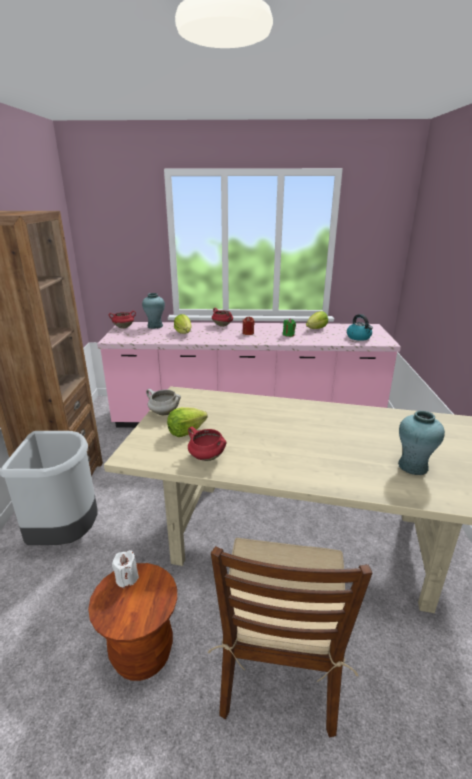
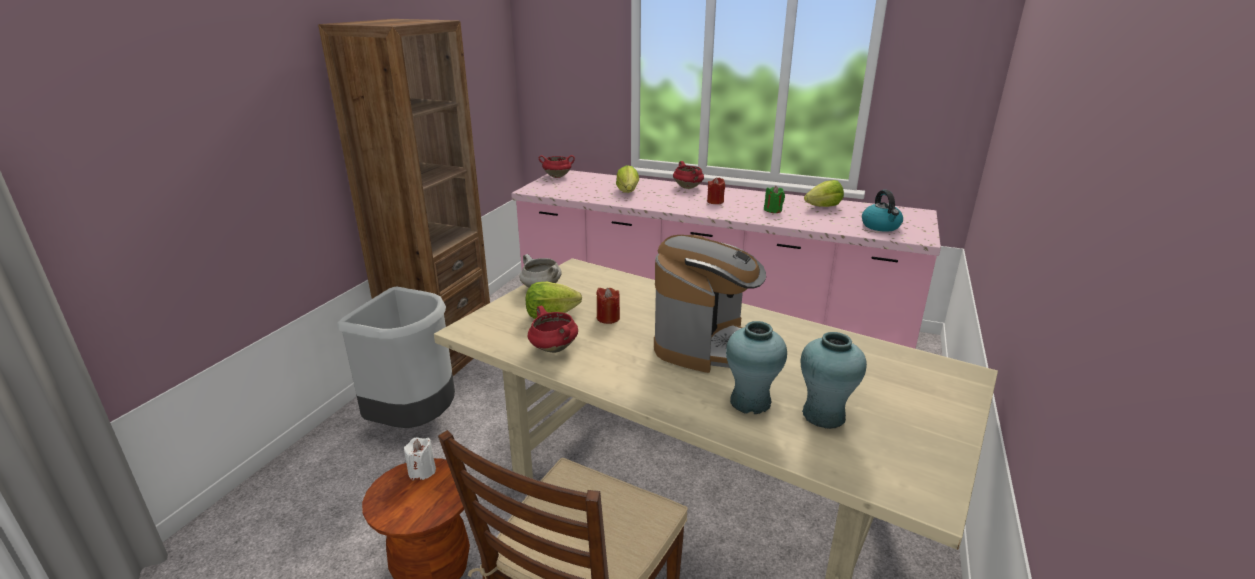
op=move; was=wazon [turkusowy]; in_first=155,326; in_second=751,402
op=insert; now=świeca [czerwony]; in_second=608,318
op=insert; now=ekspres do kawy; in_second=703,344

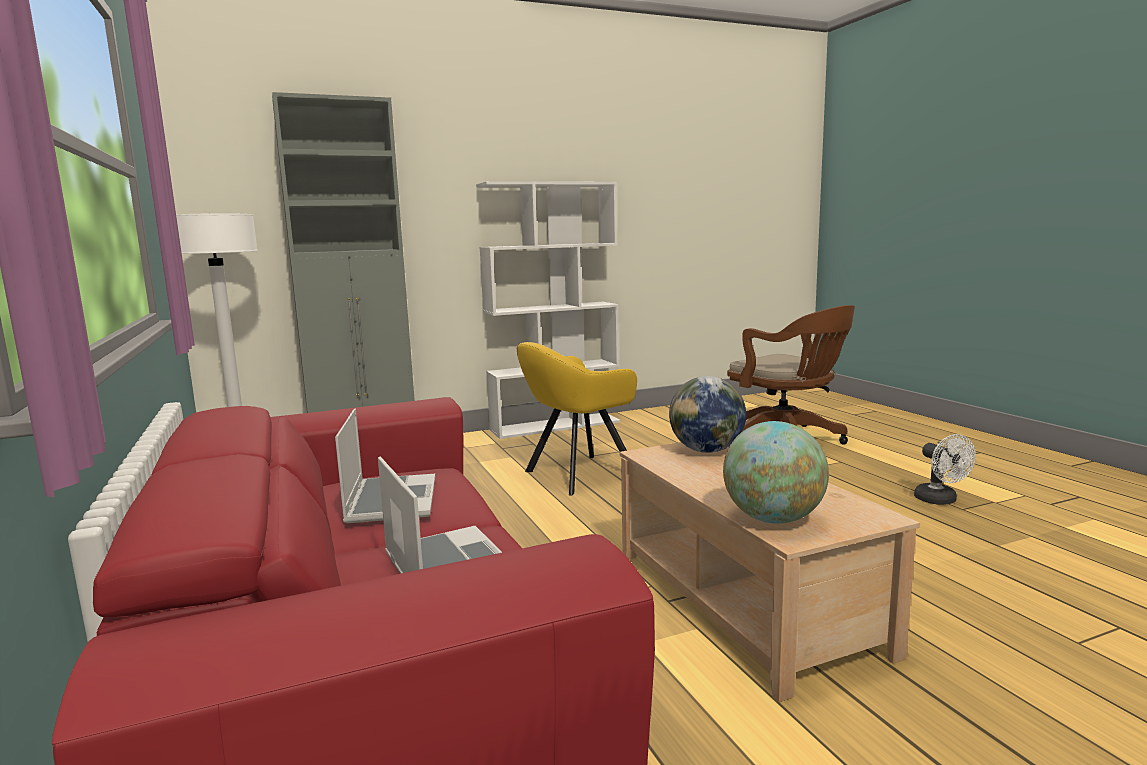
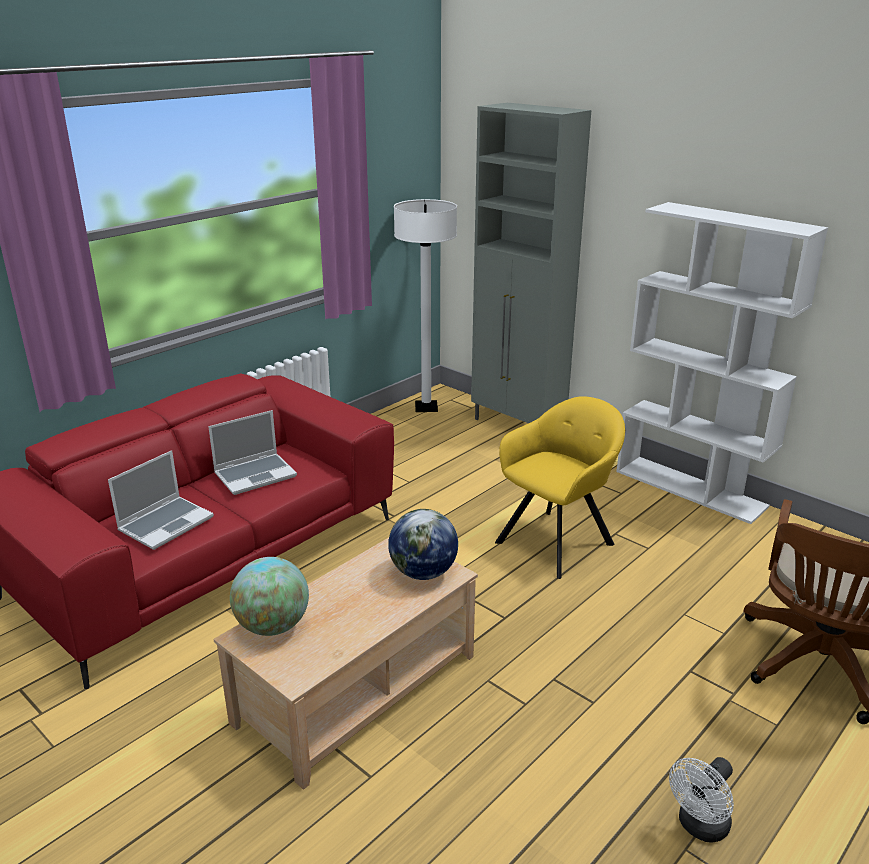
op=rotate; was=fotel [żółty]; in_first=576,475; in_second=558,540; clockwise=105

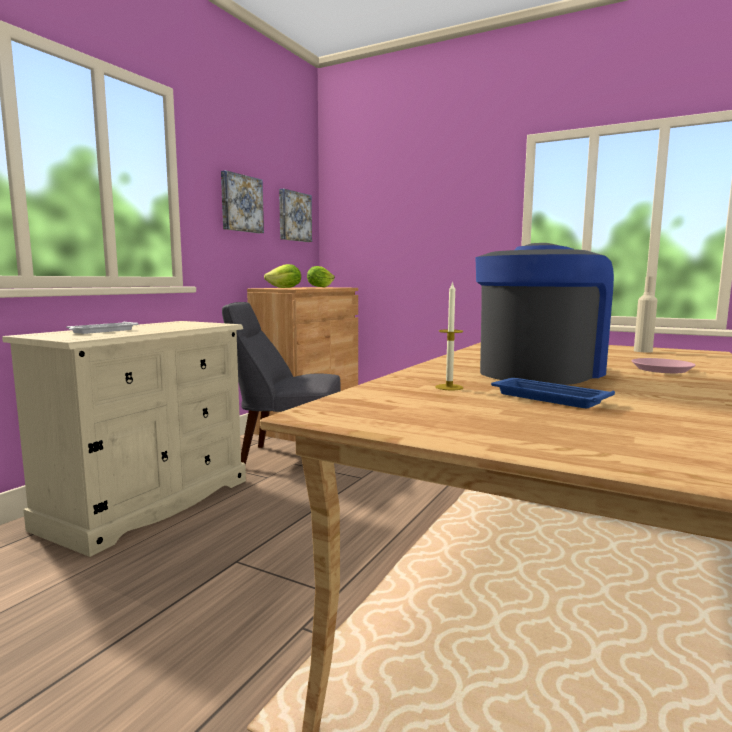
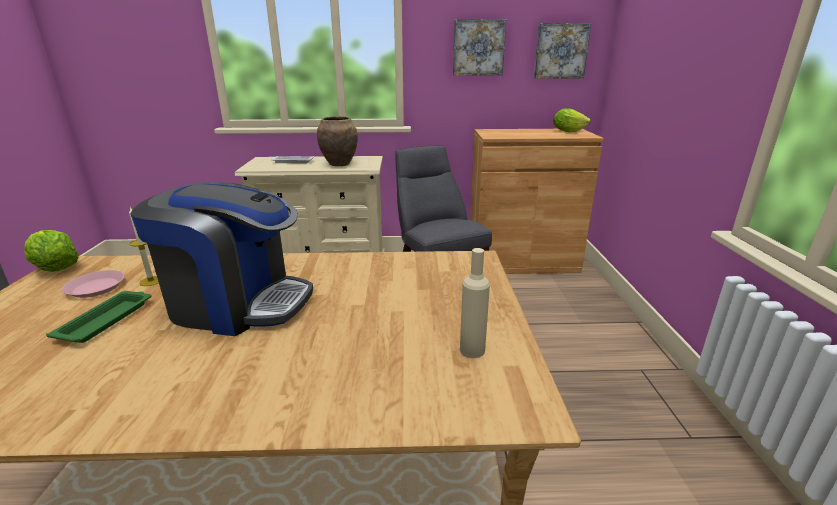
op=move; was=sałata; in_first=285,288; in_second=55,269
op=recolor; was=taca [niebieski]; now=taca [zielony]; in_first=546,398; in_second=107,320
op=move; was=talerz [różowy]; in_first=662,369; in_second=96,288
op=insert; now=wazon [brązowy]; in_second=340,164

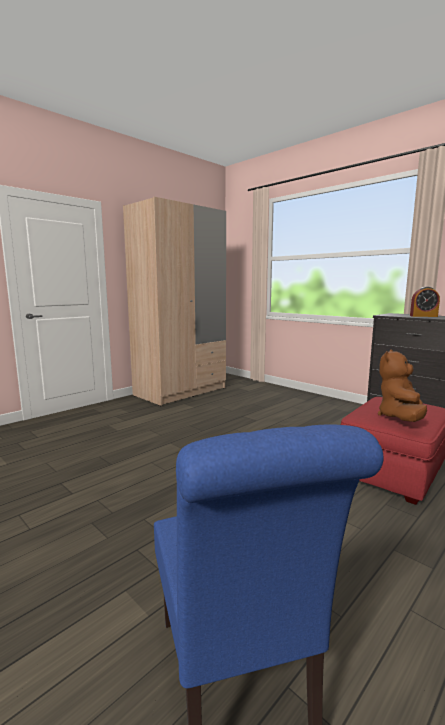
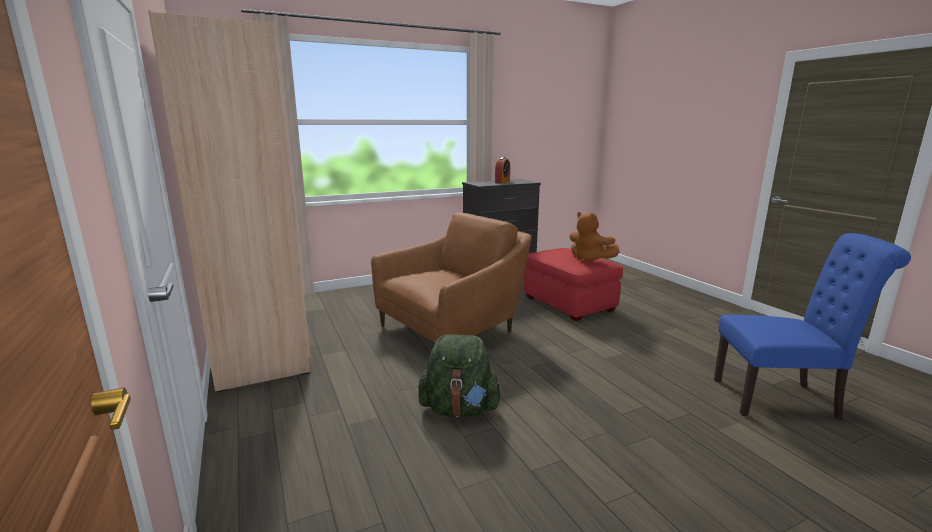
op=insert; now=fotel [brązowy]; in_second=454,330
op=insert; now=plecak [zielony]; in_second=459,409

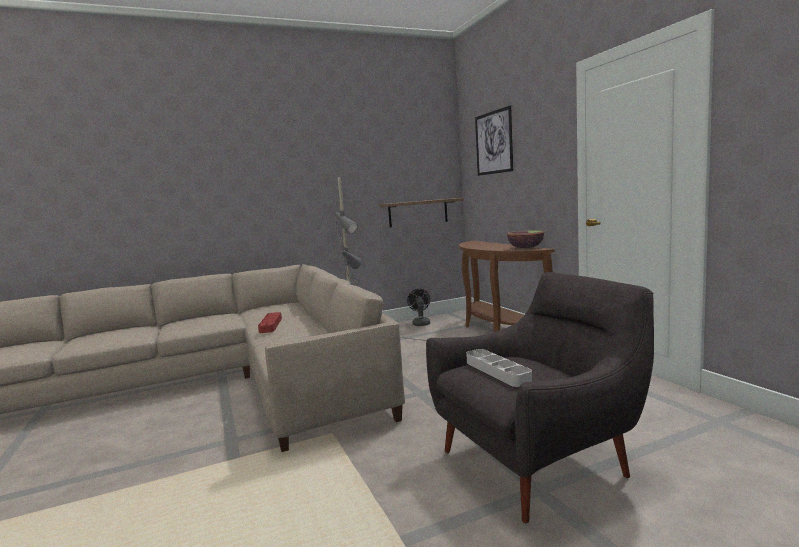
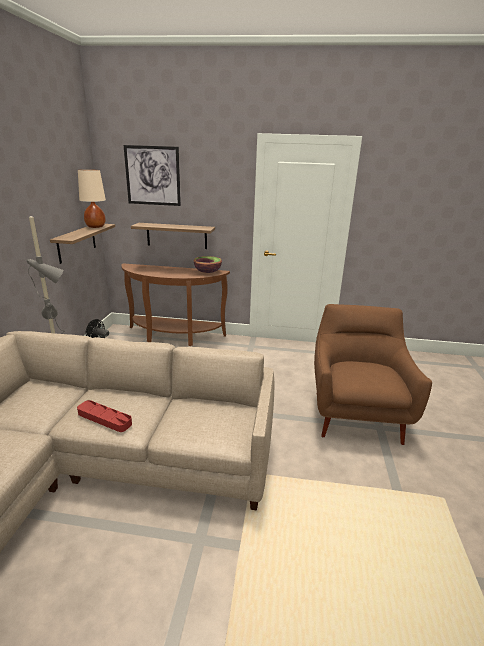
op=recolor; was=fotel [szary]; now=fotel [brązowy]; in_first=538,461; in_second=355,413
op=delete; was=taca [szary]; in_first=497,371
op=insert; now=lampa stołowa [beżowy]; in_second=95,227
op=insert; now=półka; in_second=176,236

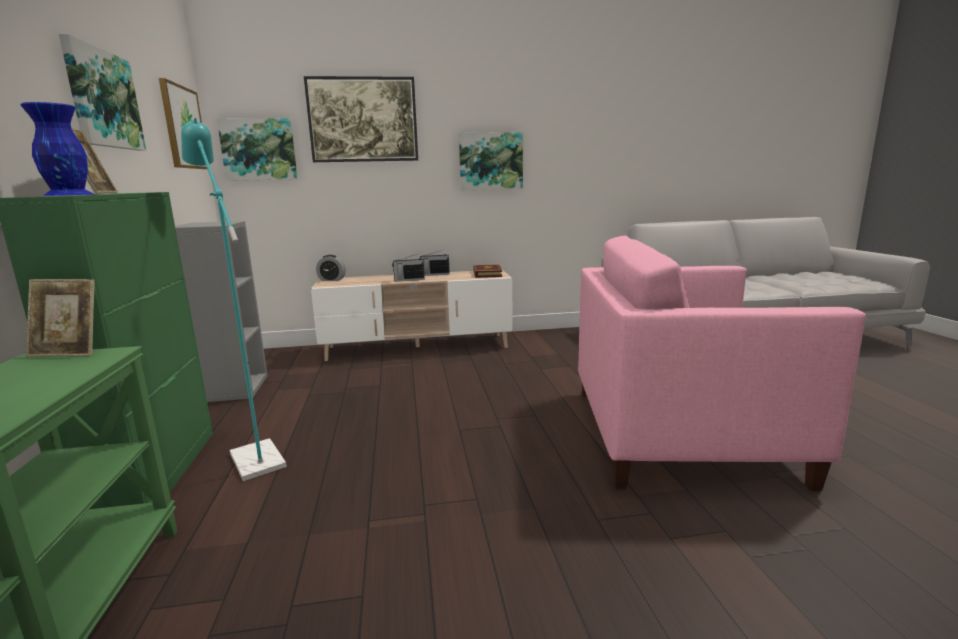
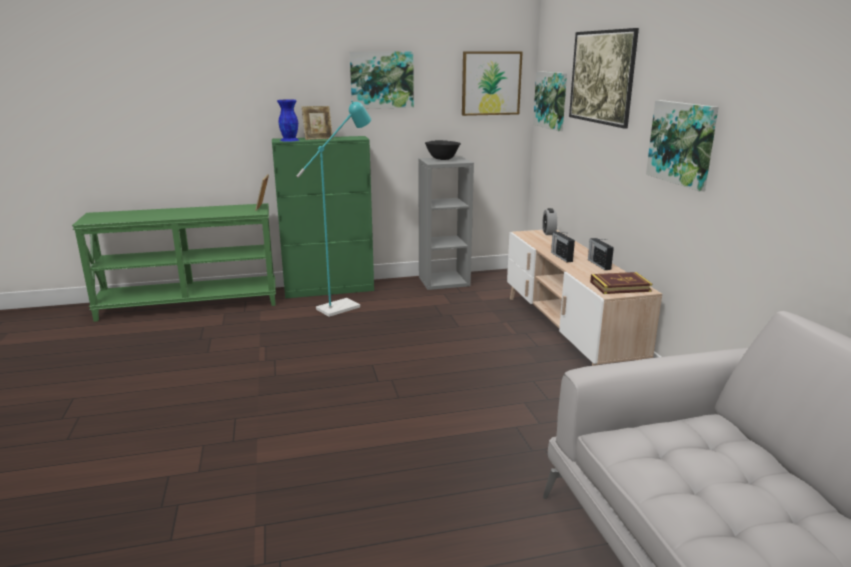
op=delete; was=fotel [różowy]; in_first=680,433
op=insert; now=miska [czarny]; in_second=442,159

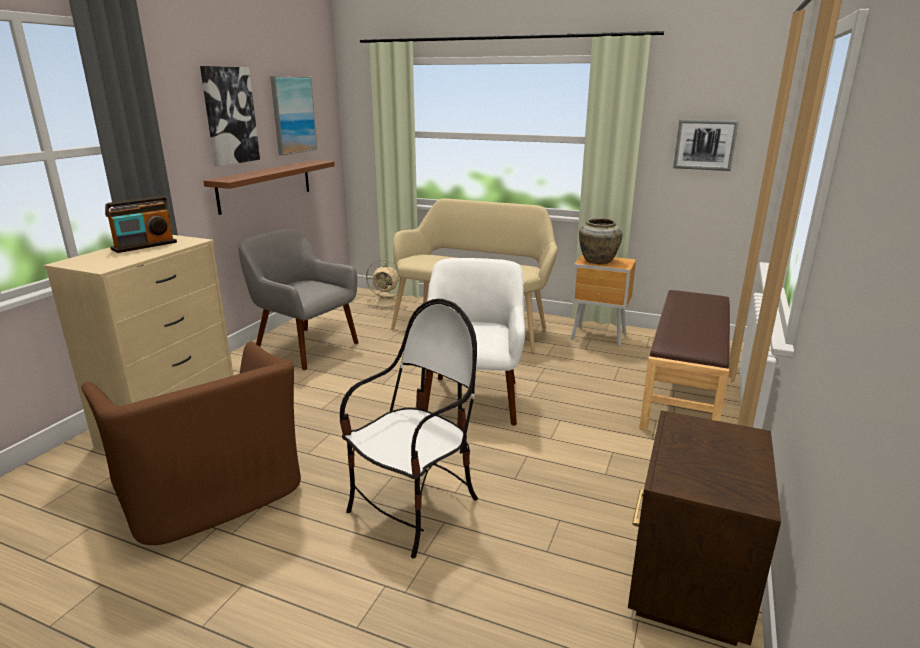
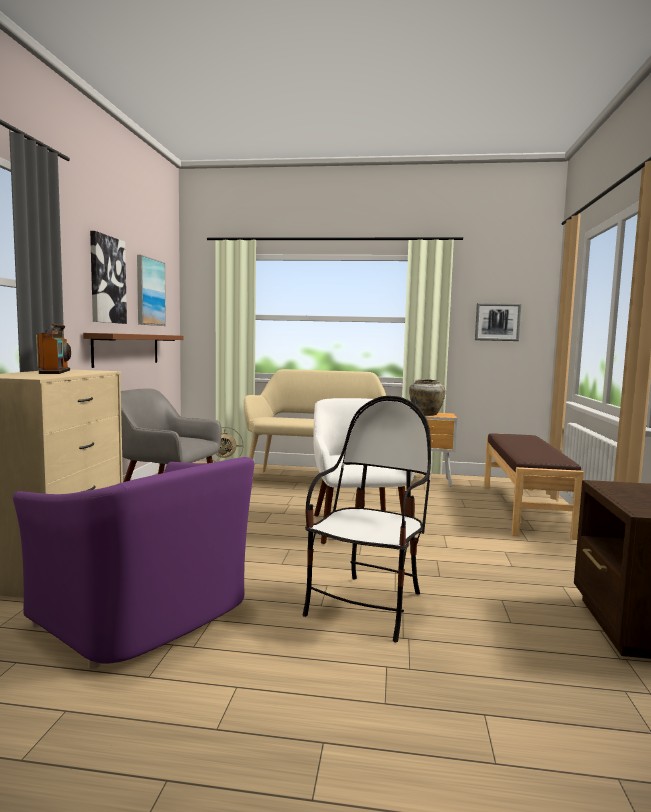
op=recolor; was=fotel [brązowy]; now=fotel [fioletowy]; in_first=212,492; in_second=147,616
op=rotate; was=radio; in_first=144,246; in_second=55,372; clockwise=-45

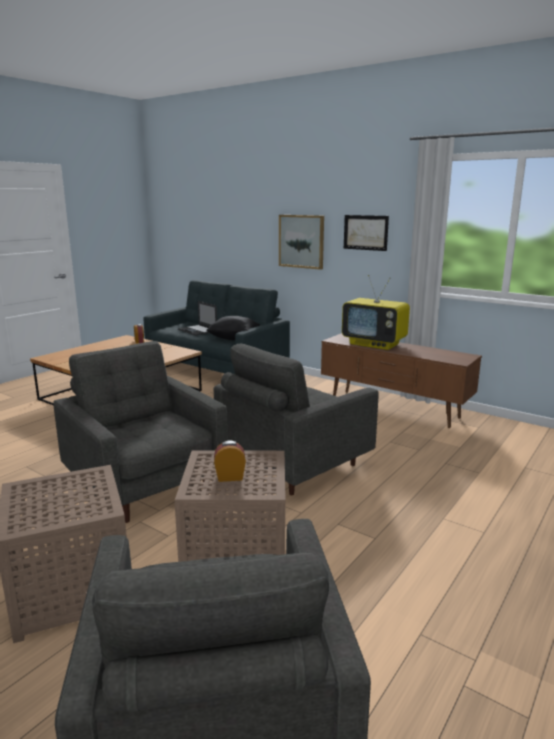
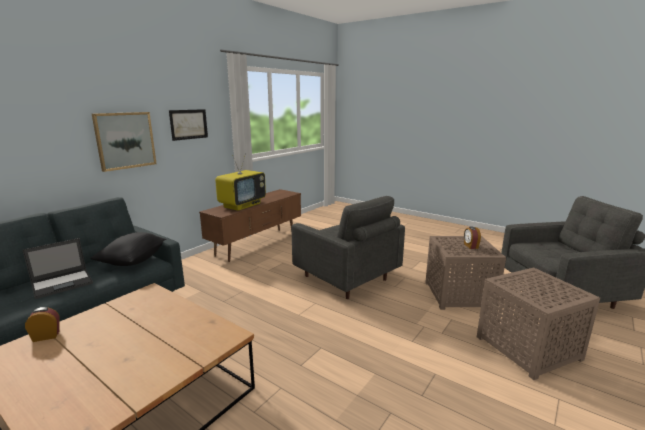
op=delete; was=fotel [szary]; in_first=146,484

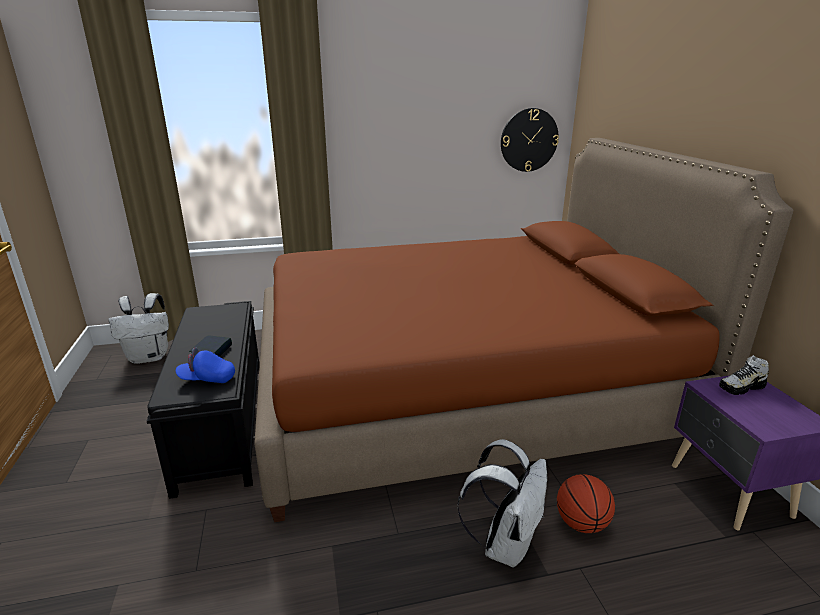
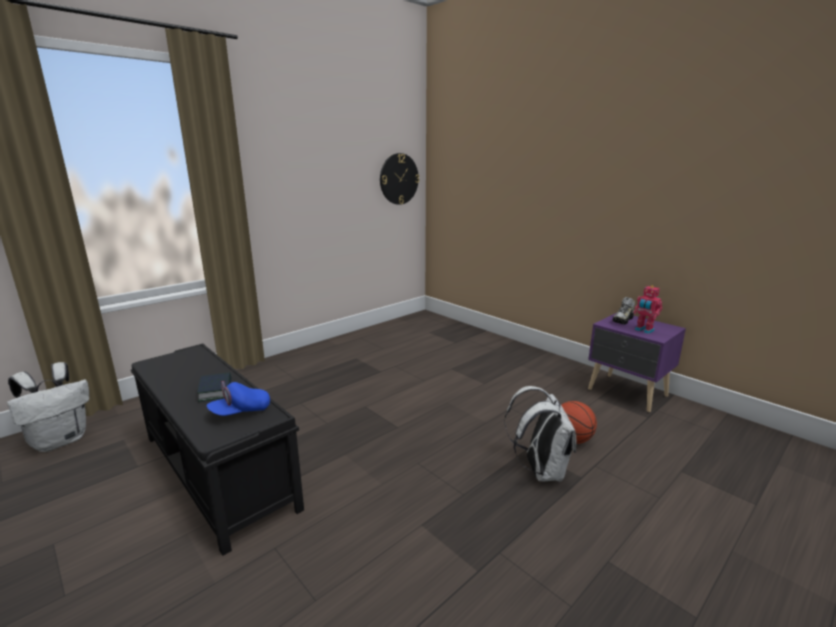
op=delete; was=łóżko [brązowy]; in_first=461,391
op=insert; now=robot zabawkowy; in_second=643,330

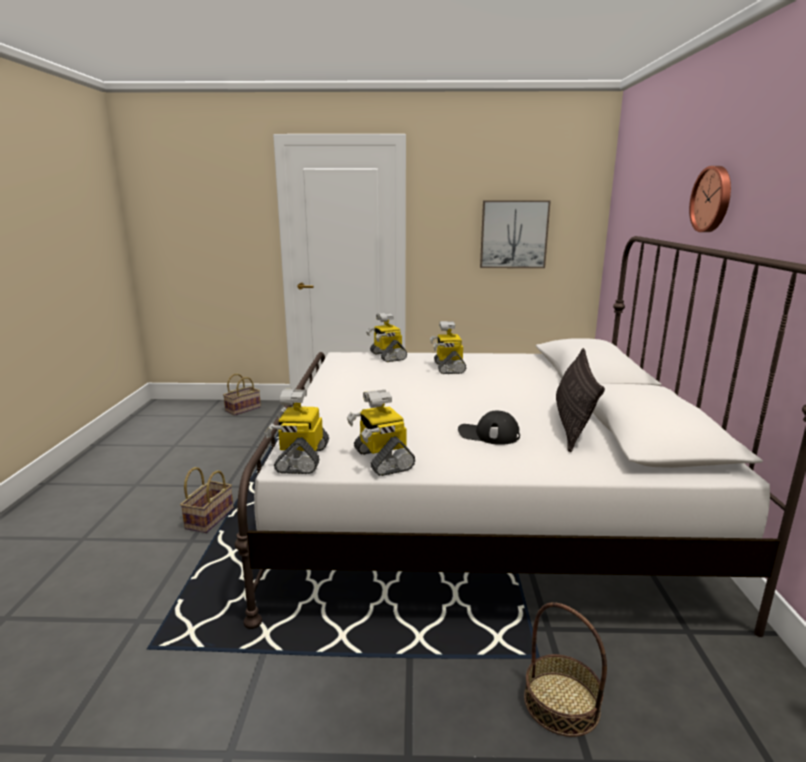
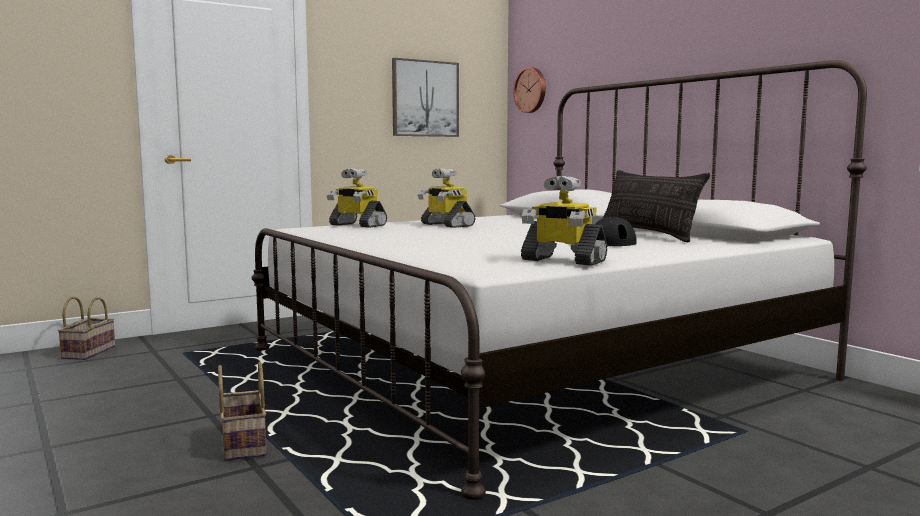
op=delete; was=robot zabawkowy; in_first=301,458
op=delete; was=koszyk; in_first=561,703
op=move; was=zegar ścienny; in_first=712,199; in_second=531,90

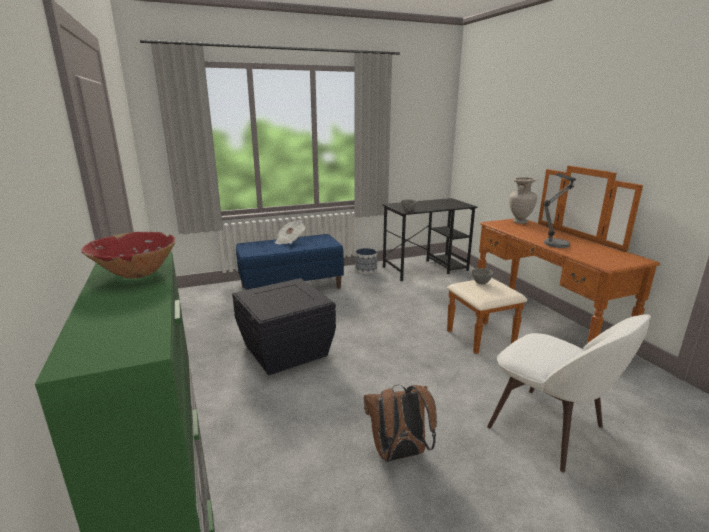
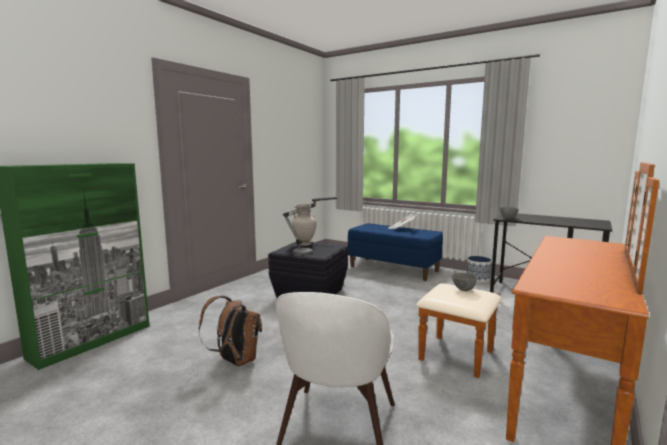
op=delete; was=miska [czerwony]; in_first=136,273
op=move; was=wazon [beżowy]; in_first=519,222; in_second=304,244
op=move; was=lampa stołowa; in_first=554,242; in_second=308,251

